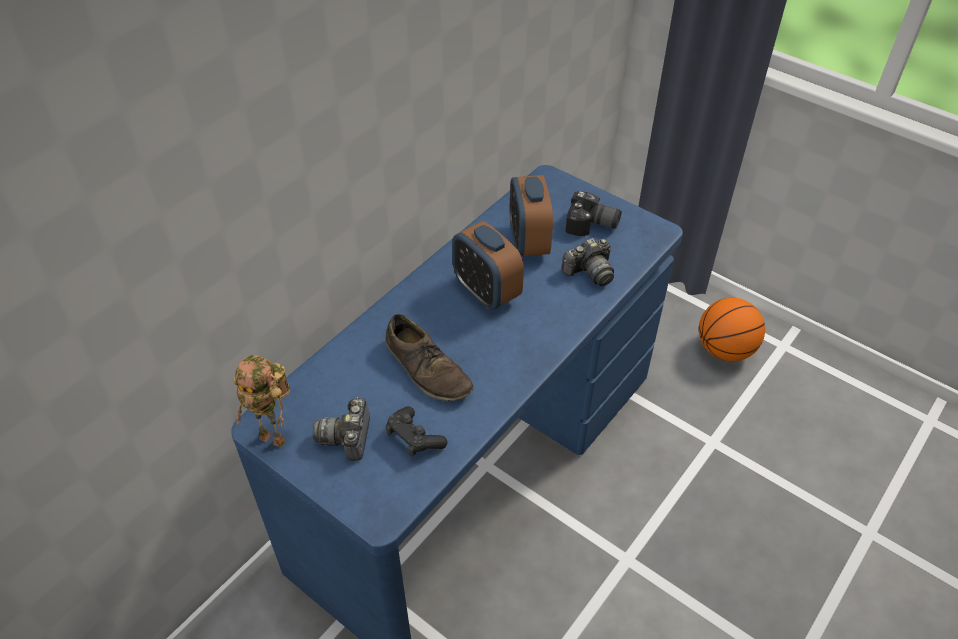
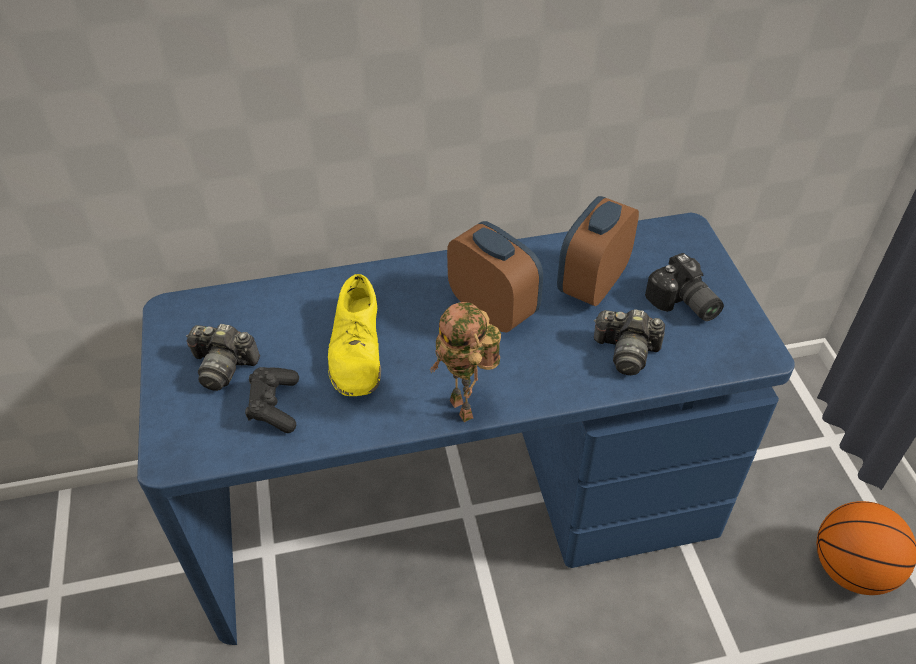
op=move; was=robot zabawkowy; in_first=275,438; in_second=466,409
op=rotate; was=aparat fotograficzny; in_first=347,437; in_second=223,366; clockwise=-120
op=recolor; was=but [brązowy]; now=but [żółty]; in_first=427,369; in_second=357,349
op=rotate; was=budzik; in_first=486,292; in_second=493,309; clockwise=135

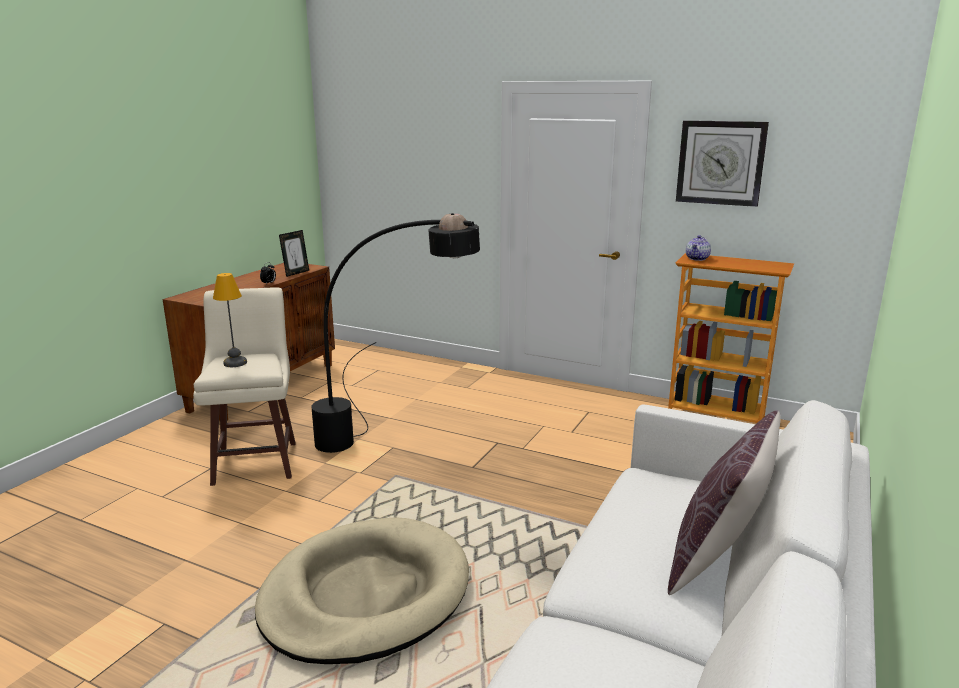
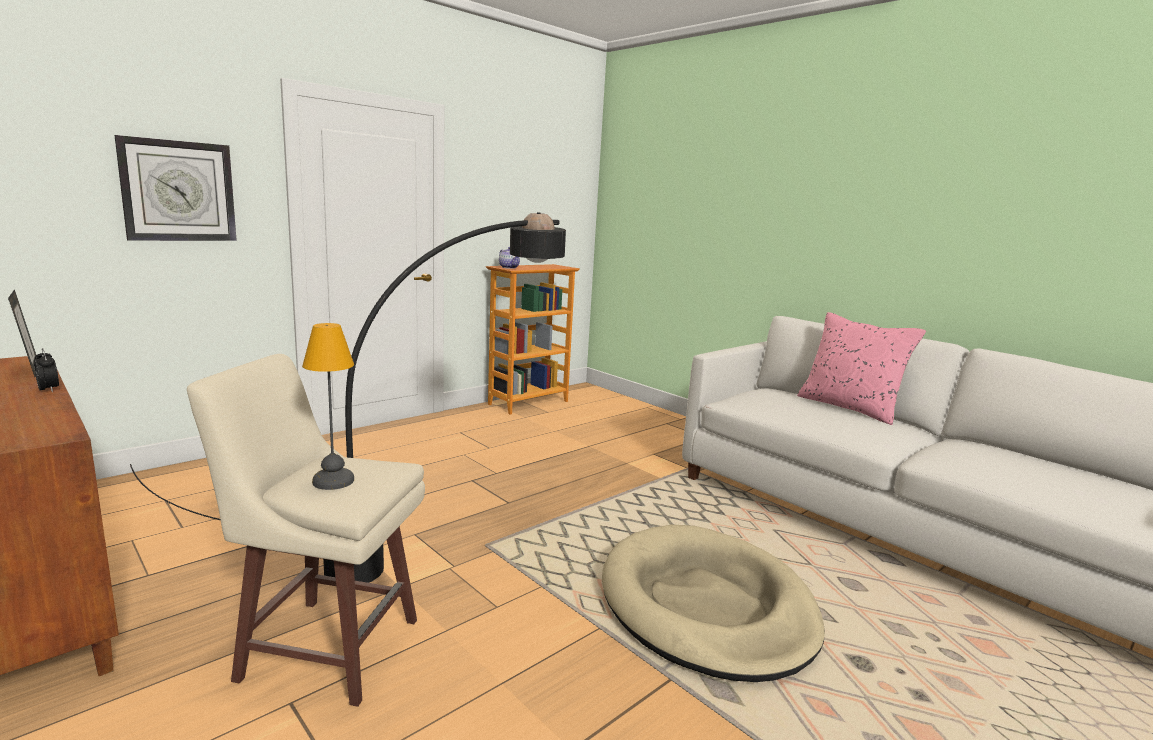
op=recolor; was=poduszka [brązowy]; now=poduszka [różowy]; in_first=717,559; in_second=850,408
op=move; was=zegar ścienny; in_first=720,163; in_second=178,191

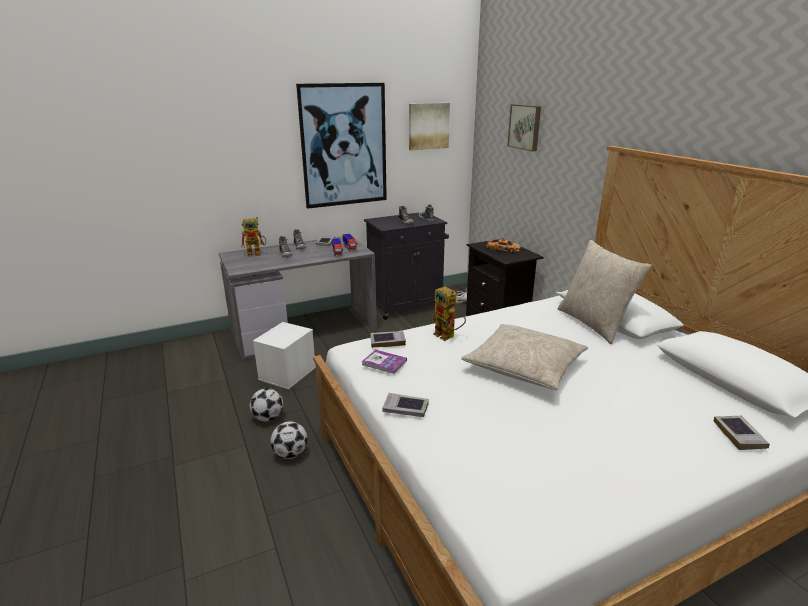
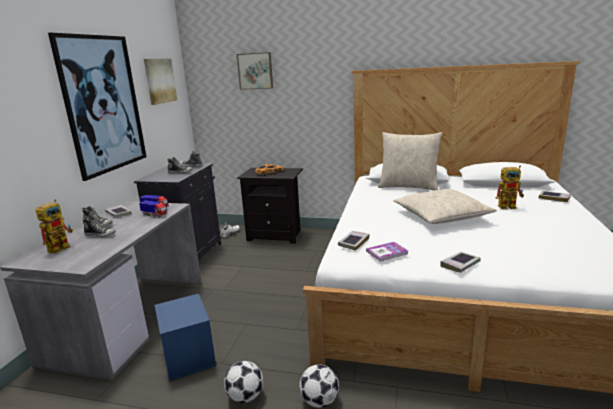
op=recolor; was=pojemnik do przechowywania [biały]; now=pojemnik do przechowywania [niebieski]; in_first=287,374; in_second=189,356
op=move; was=robot zabawkowy; in_first=448,336; in_second=510,206

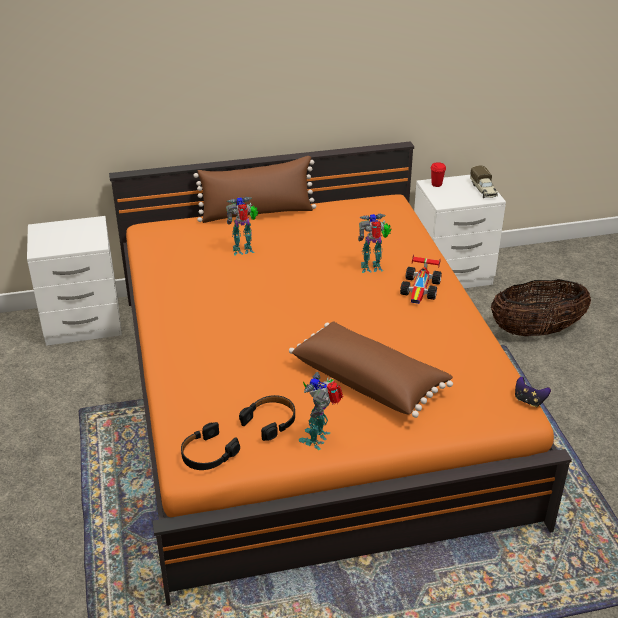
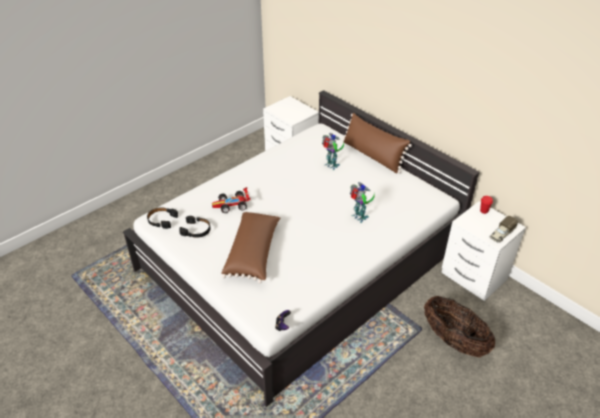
op=recolor; was=łóżko [pomarańczowy]; now=łóżko [biały]; in_first=309,397; in_second=301,259
op=delete; was=robot zabawkowy; in_first=318,438
op=move; was=samochodzik; in_first=421,288; in_second=232,205

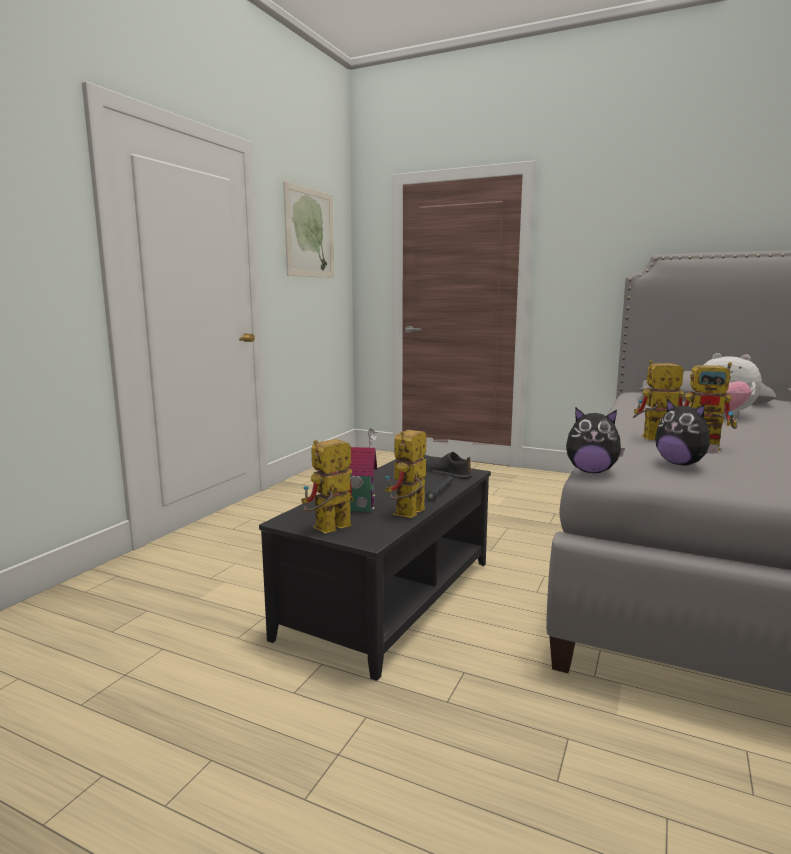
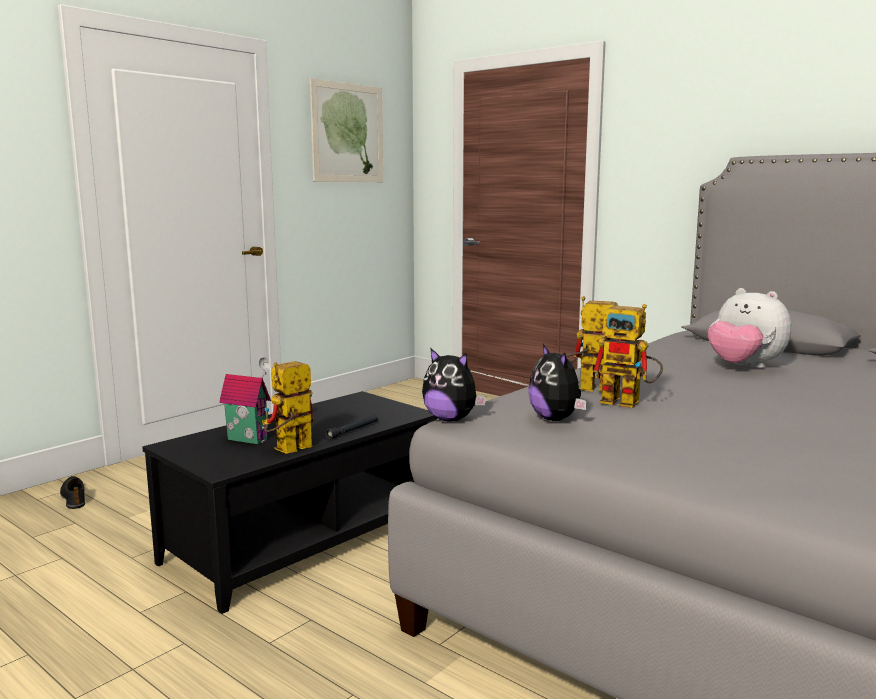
op=delete; was=robot zabawkowy; in_first=327,530
op=move; was=but [czarny]; in_first=445,471; in_second=74,497

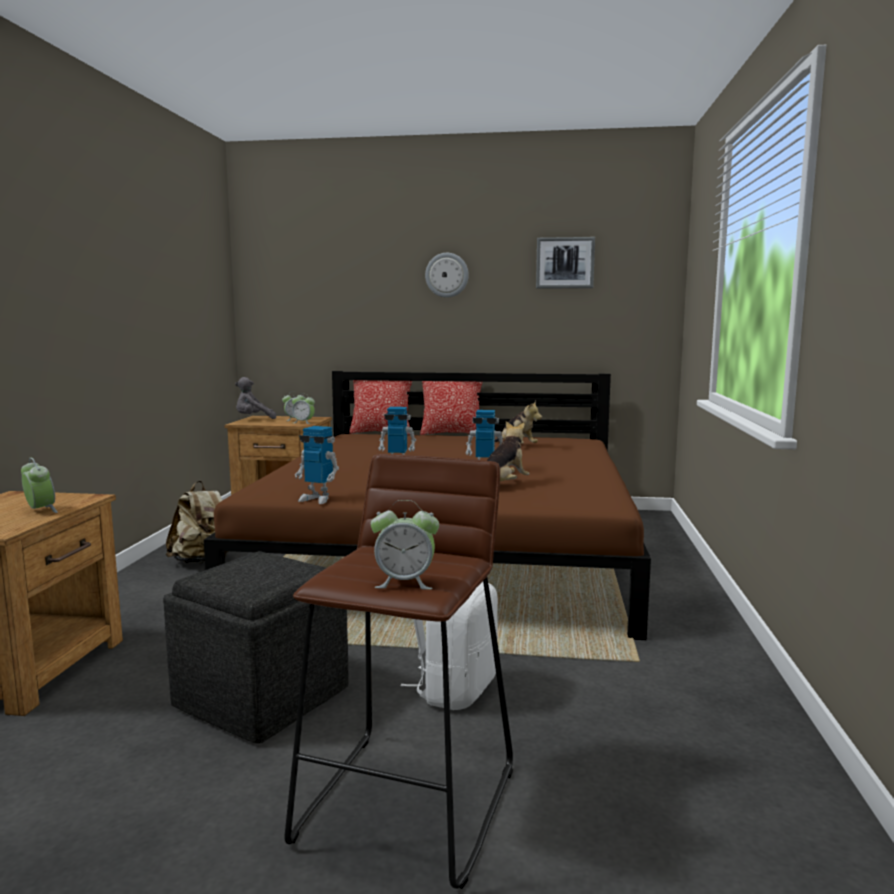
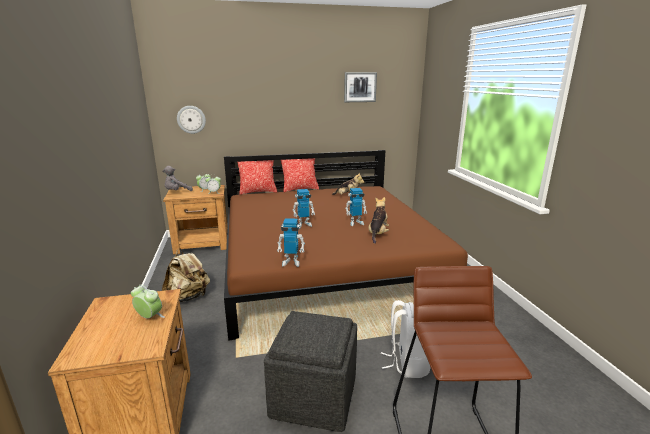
op=delete; was=budzik; in_first=405,582
op=move; was=zegar ścienny; in_first=447,275; in_second=191,119

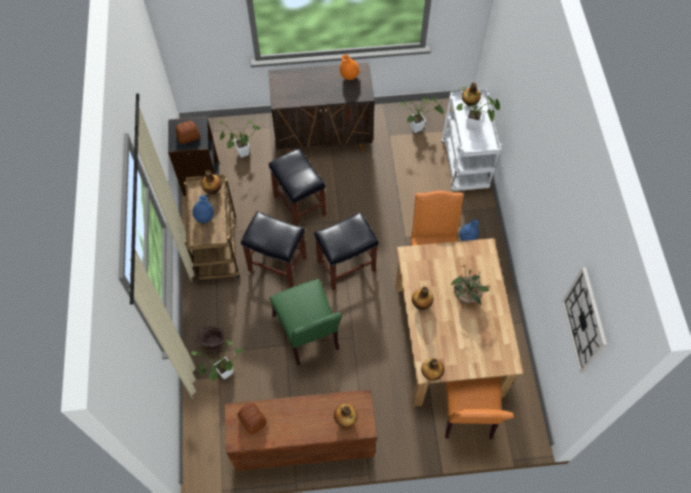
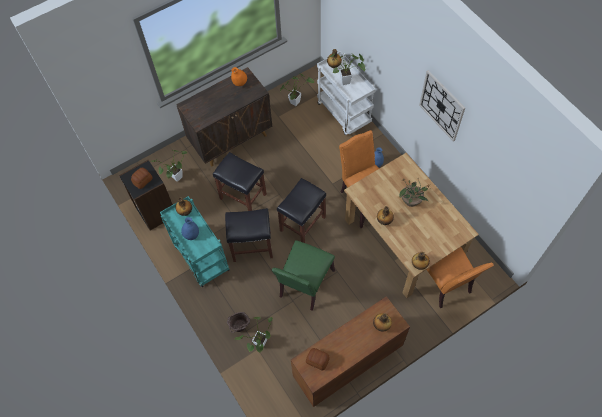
op=recolor; was=wózek [brązowy]; now=wózek [turkusowy]; in_first=217,249; in_second=200,257
op=rotate; was=krzesło [zielony]; in_first=308,334; in_second=304,285; clockwise=75
op=move; was=zegar ścienny; in_first=584,321; in_second=442,106

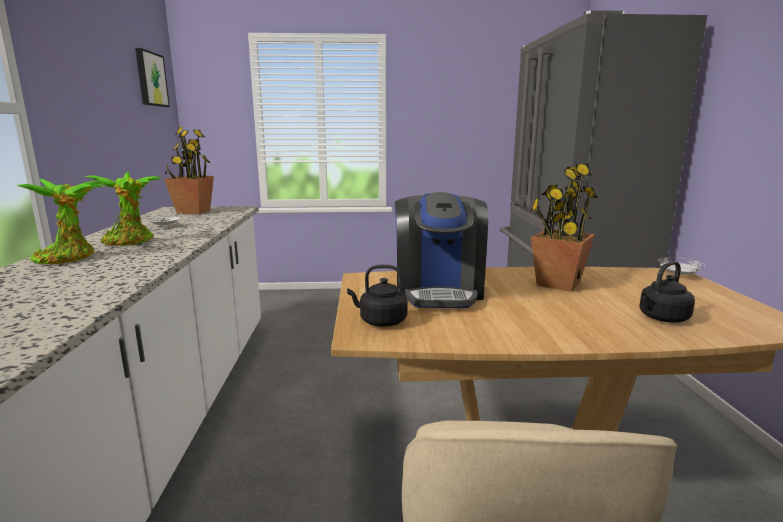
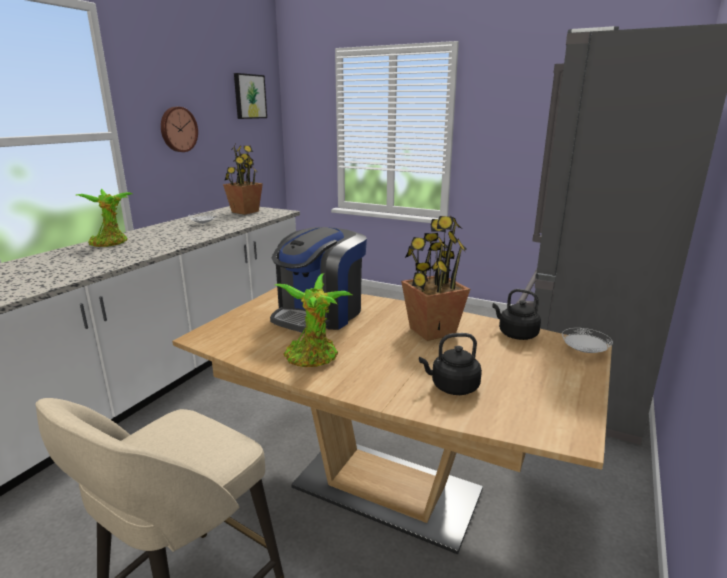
op=move; was=roślina doniczkowa; in_first=131,242; in_second=313,358
op=move; was=czajnik [czarny]; in_first=380,321; in_second=515,334
op=insert; now=zegar ścienny; in_second=178,129

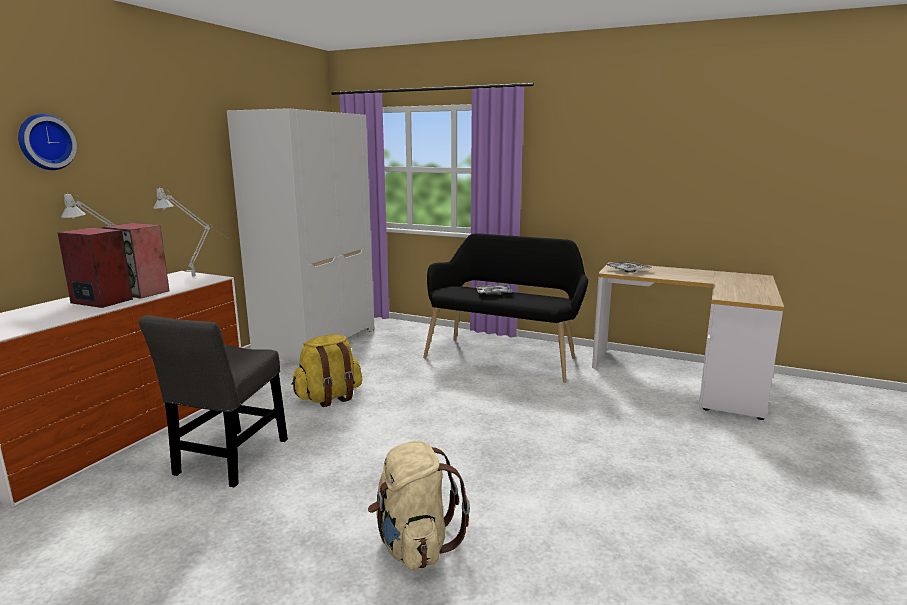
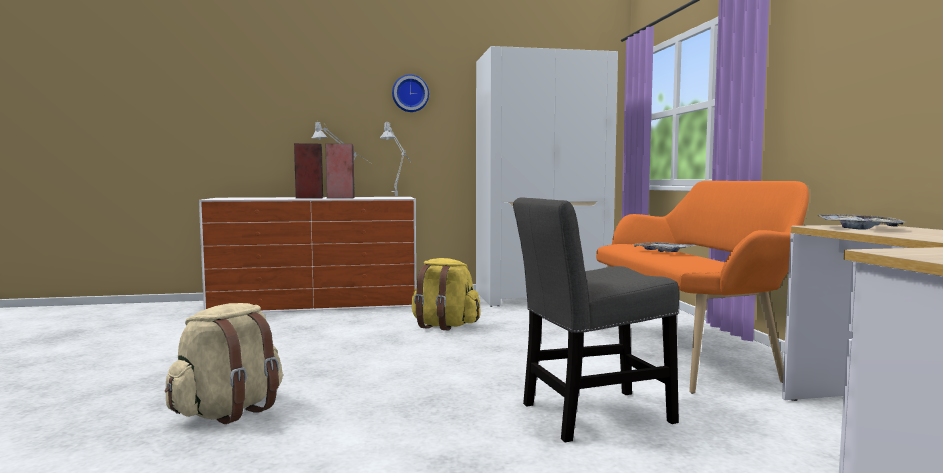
op=move; was=zegar ścienny; in_first=45,142; in_second=410,93
op=move; was=krzesło [szary]; in_first=229,460; in_second=590,415
op=recolor; was=ławka [czarny]; now=ławka [pomarańczowy]; in_first=504,357; in_second=685,352

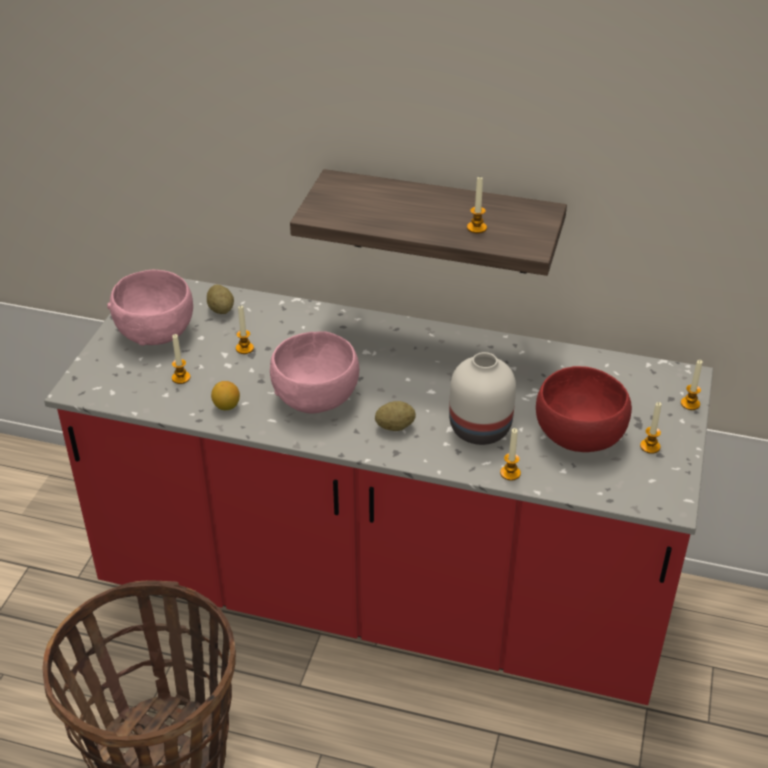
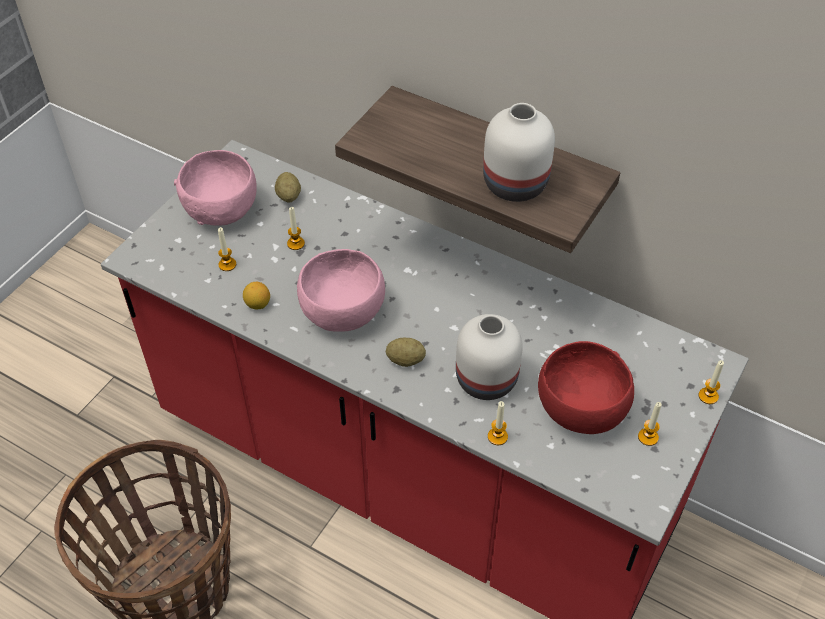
op=replace; was=świeca; now=wazon [biały]; in_first=476,228; in_second=515,185

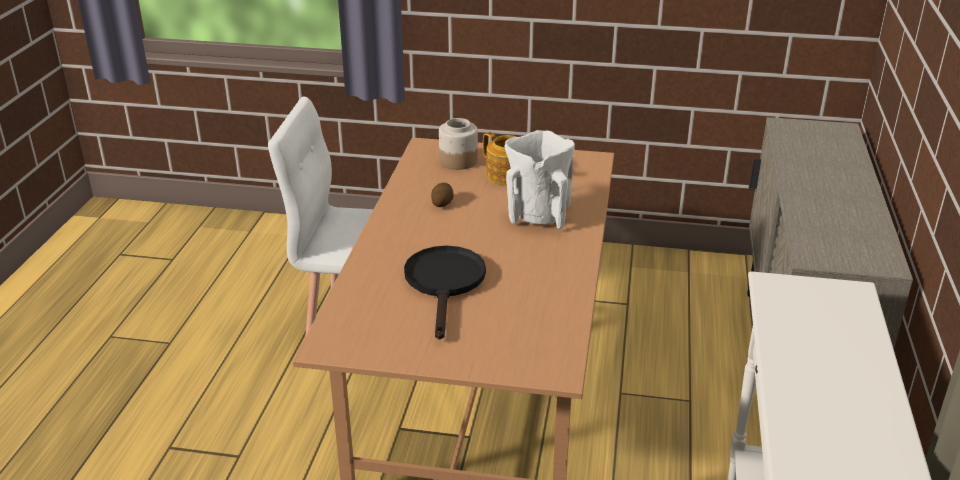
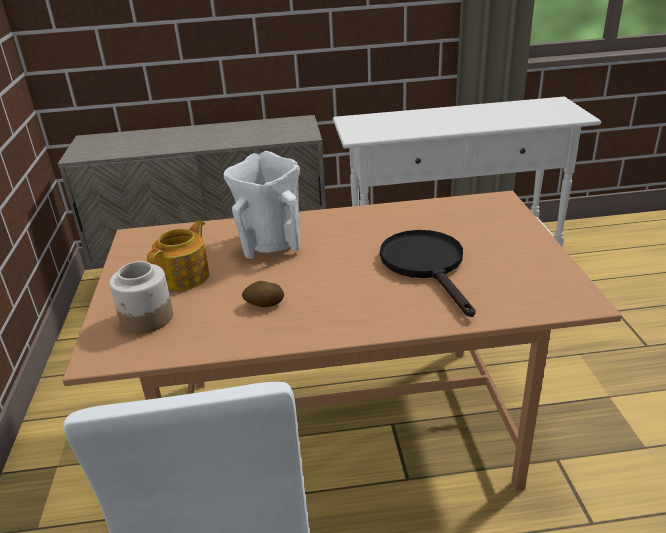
op=rotate; was=patelnia [czarny]; in_first=445,284; in_second=427,265; clockwise=90

